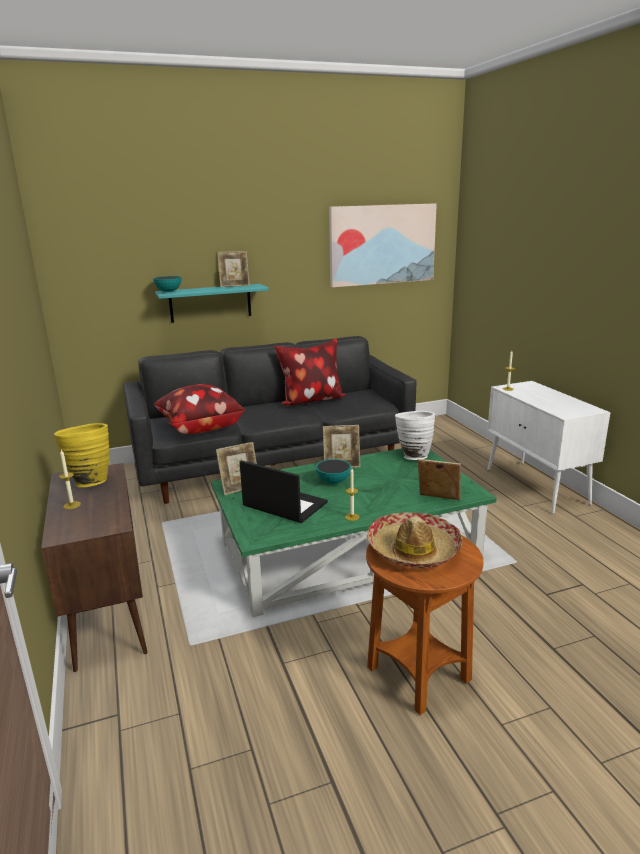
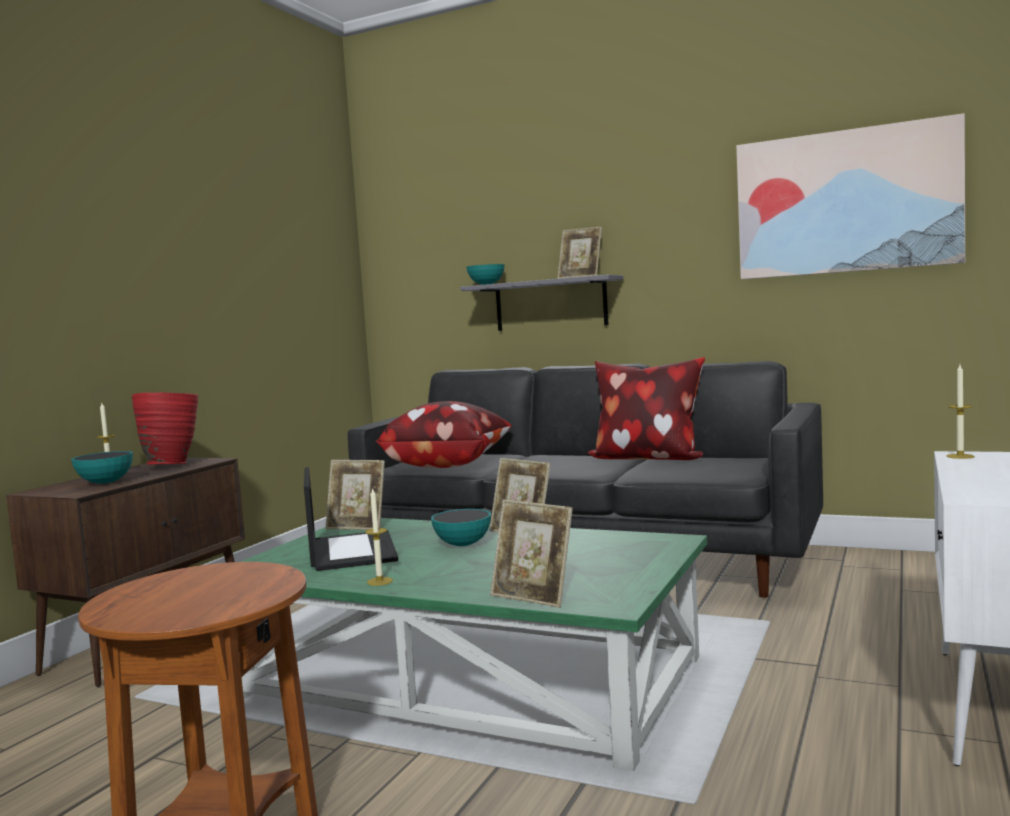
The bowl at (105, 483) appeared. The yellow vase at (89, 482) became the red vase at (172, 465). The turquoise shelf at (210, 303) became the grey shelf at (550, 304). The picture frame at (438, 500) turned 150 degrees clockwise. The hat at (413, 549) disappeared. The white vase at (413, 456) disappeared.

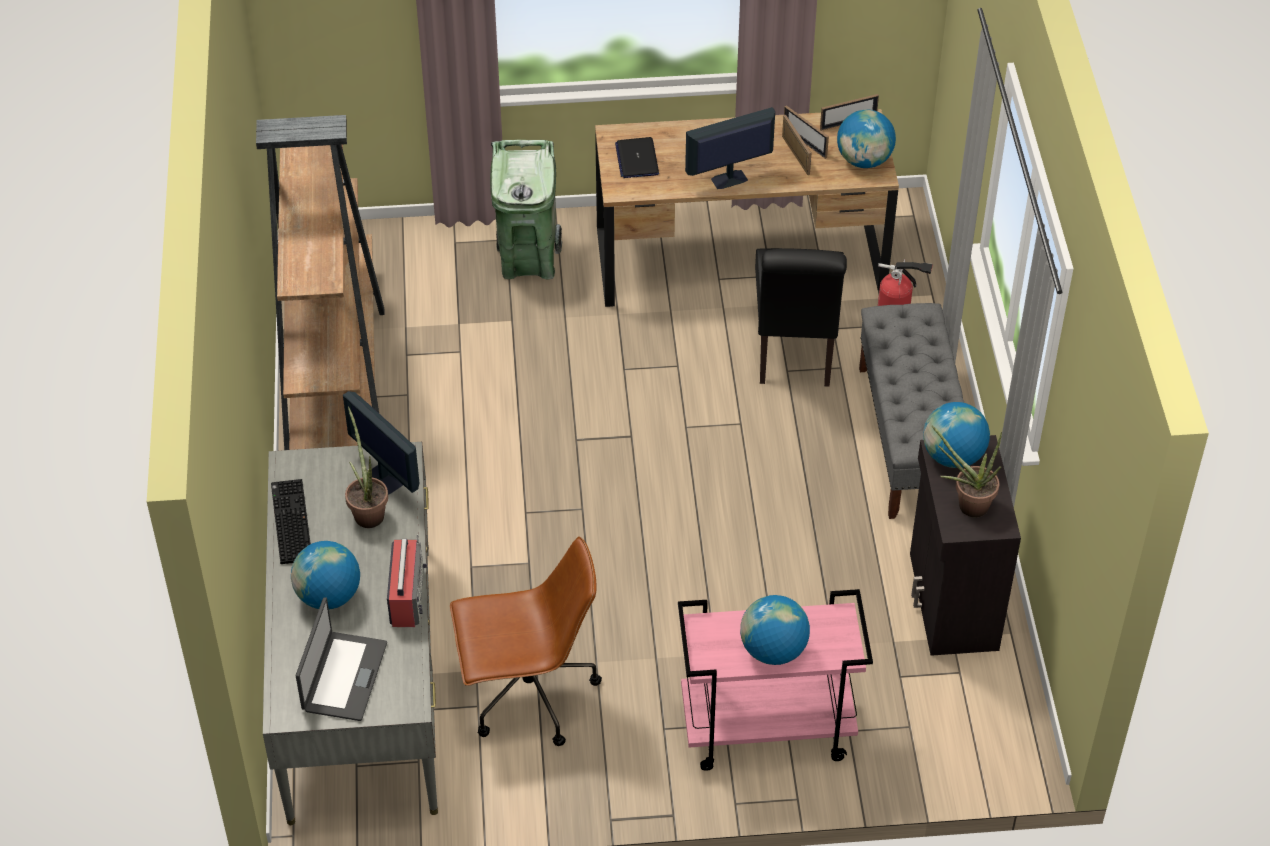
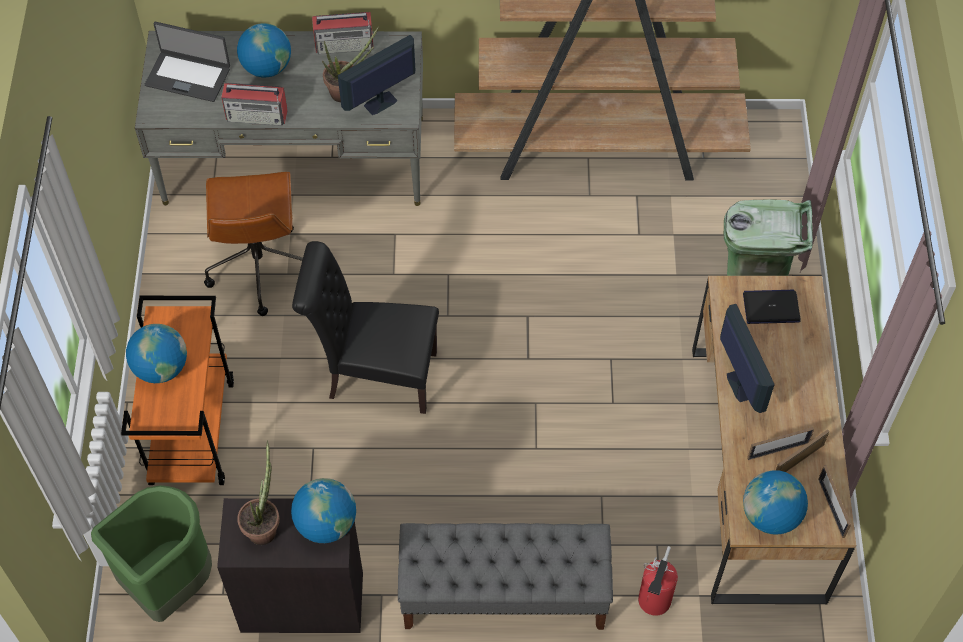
The green trash can at (170, 584) appeared. The pink cart at (765, 731) became the orange cart at (191, 431). The black chair moved from (794, 353) to (375, 375). The keyboard at (289, 522) was replaced by the radio at (345, 44).

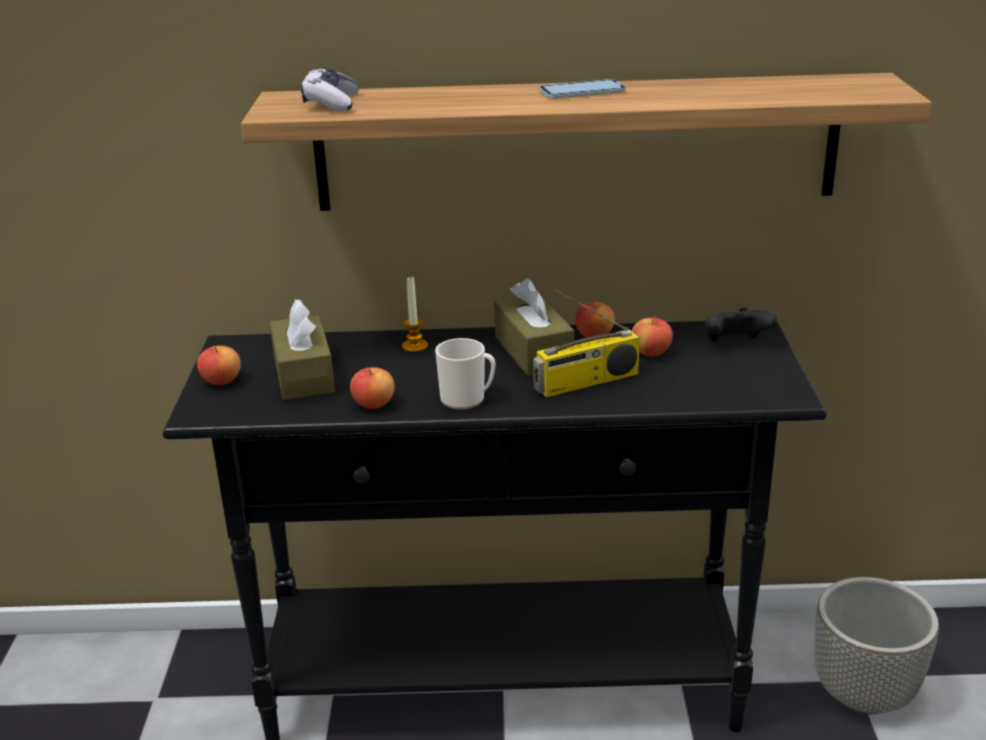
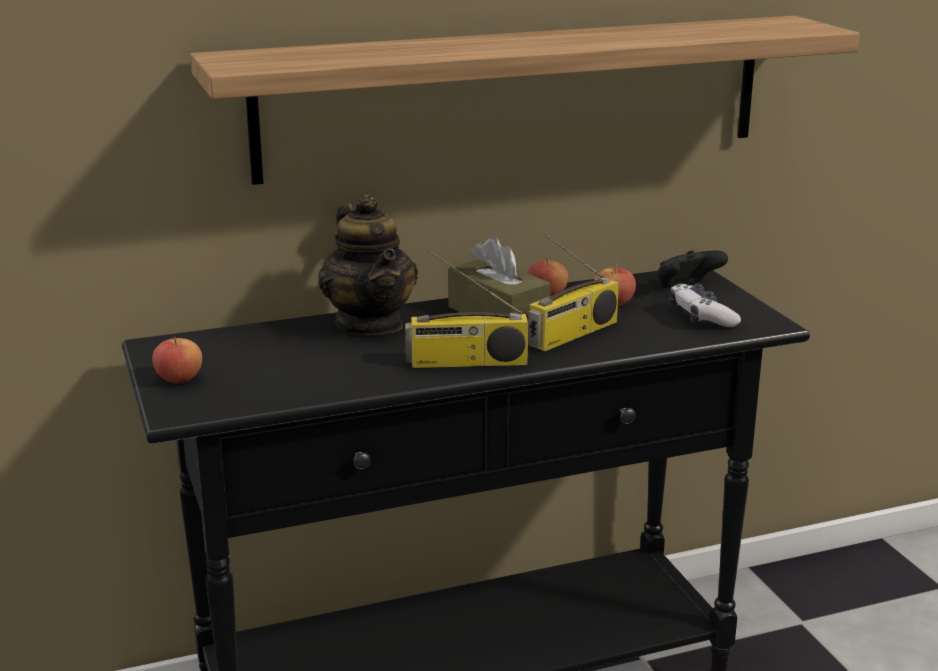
The candle at (415, 346) was replaced by the teapot at (370, 324). The mug at (467, 399) was replaced by the radio at (466, 362). The game controller moved from (331, 102) to (701, 317). The brown tissue box at (303, 374) disappeared. The apple at (373, 404) disappeared. The phone at (582, 91) disappeared. The planter at (864, 693) disappeared.

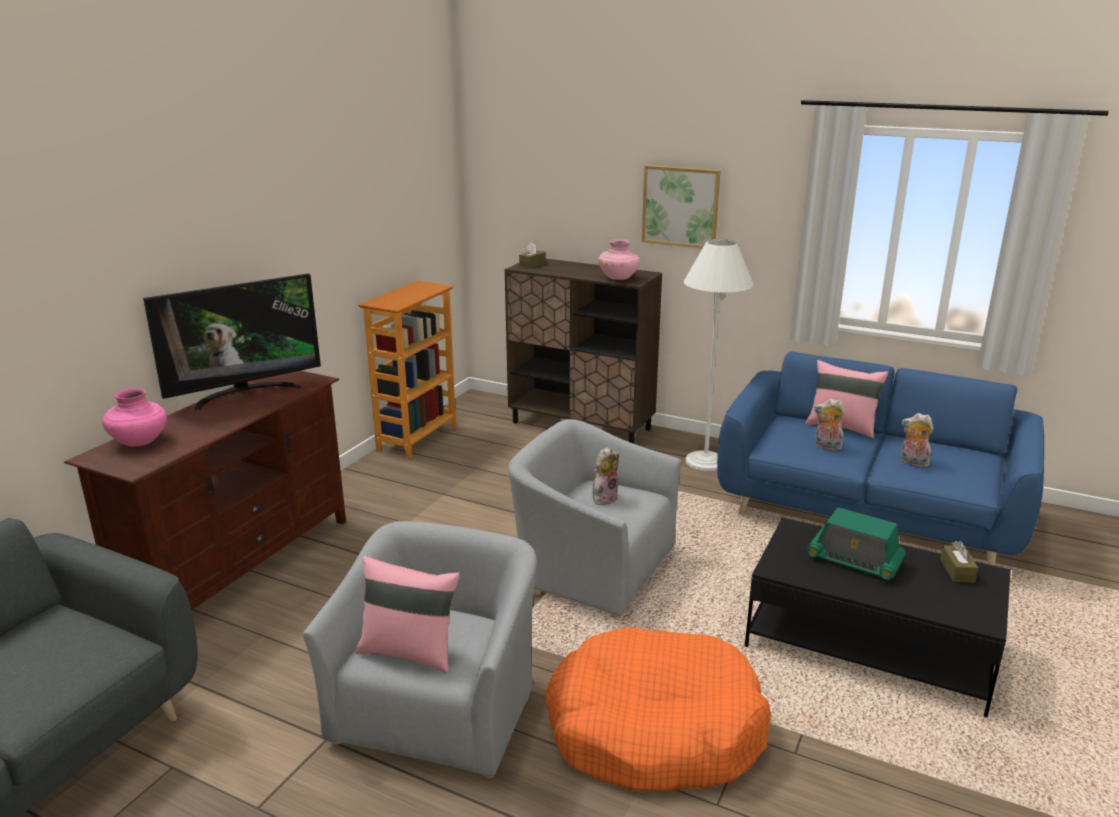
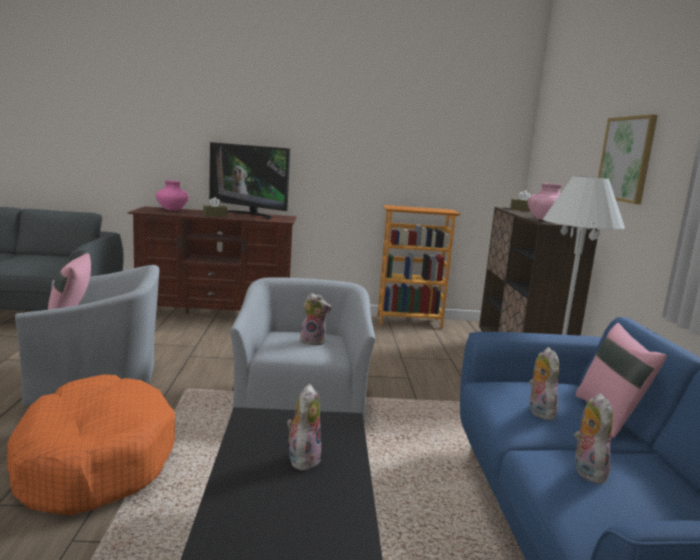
The brown tissue box moved from (957, 571) to (215, 215). The radio at (854, 560) was replaced by the plush toy at (302, 458).

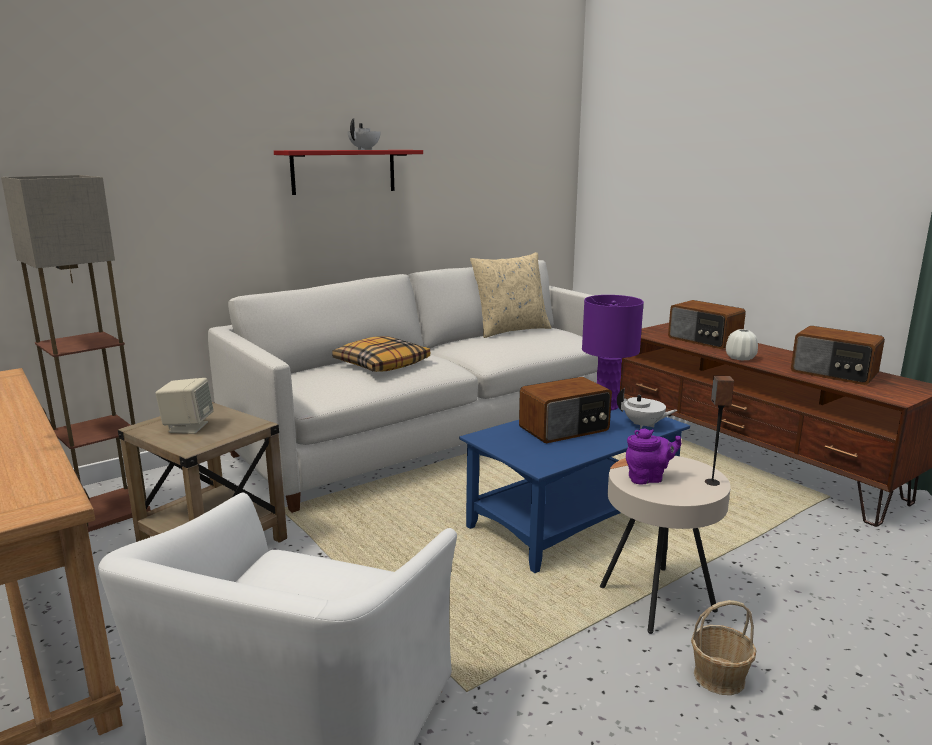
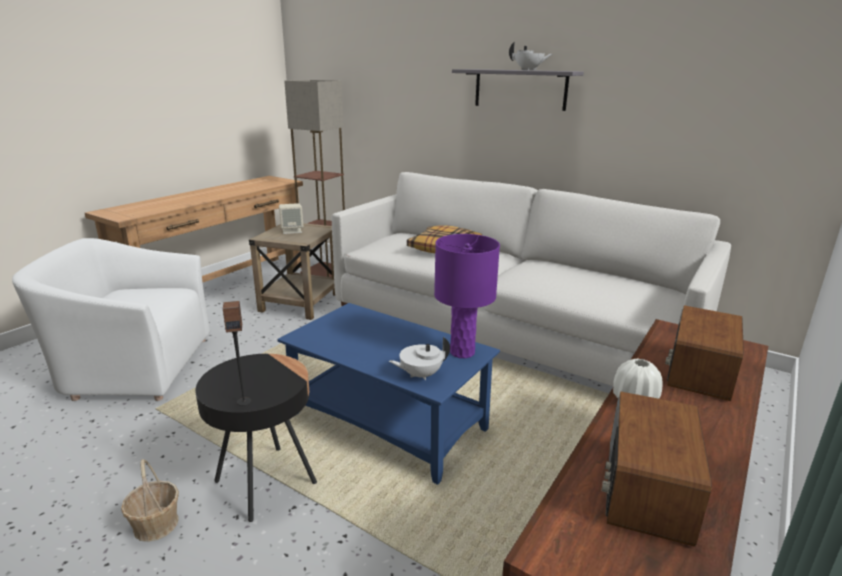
The beige side table at (657, 599) became the black side table at (266, 482). The white teapot at (643, 425) turned 60 degrees clockwise. The red shelf at (344, 171) became the grey shelf at (520, 89). The beige pillow at (510, 330) disappeared. The radio at (565, 429) disappeared. The purple teapot at (648, 478) disappeared.

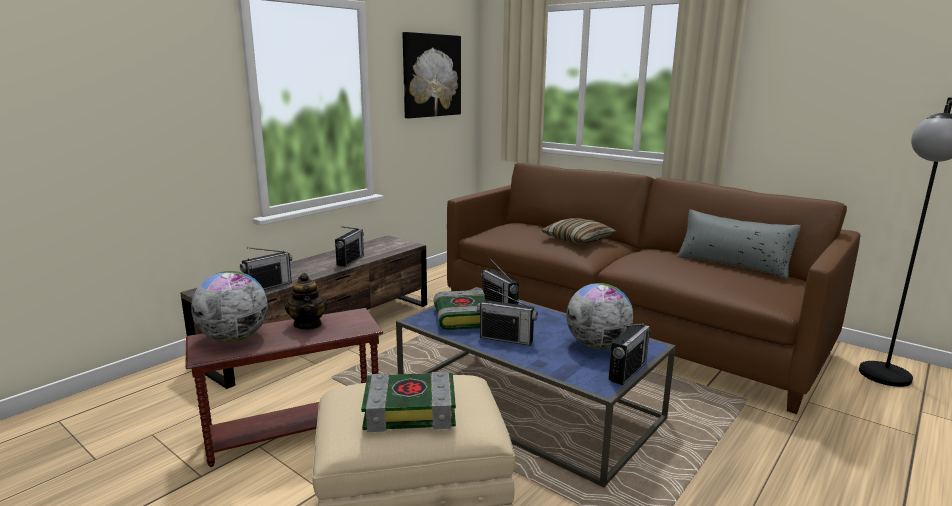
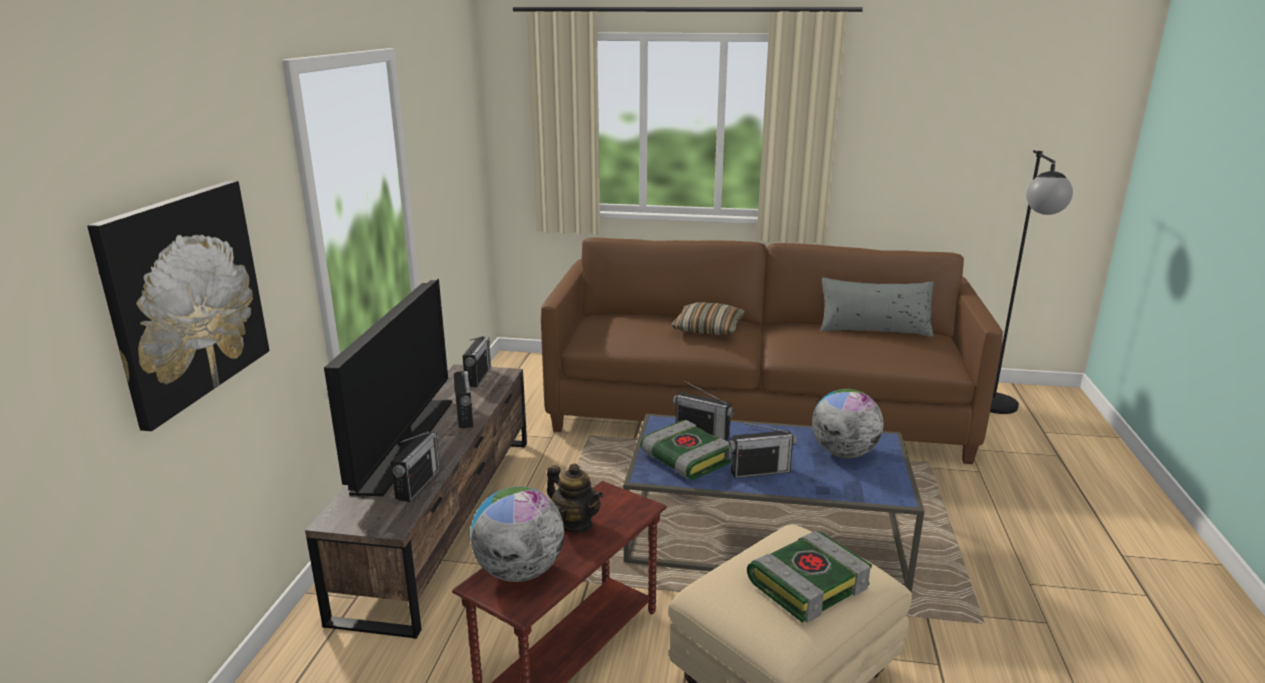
The picture moved from (431, 75) to (185, 297). The television at (404, 444) appeared. The radio moved from (627, 371) to (478, 377).

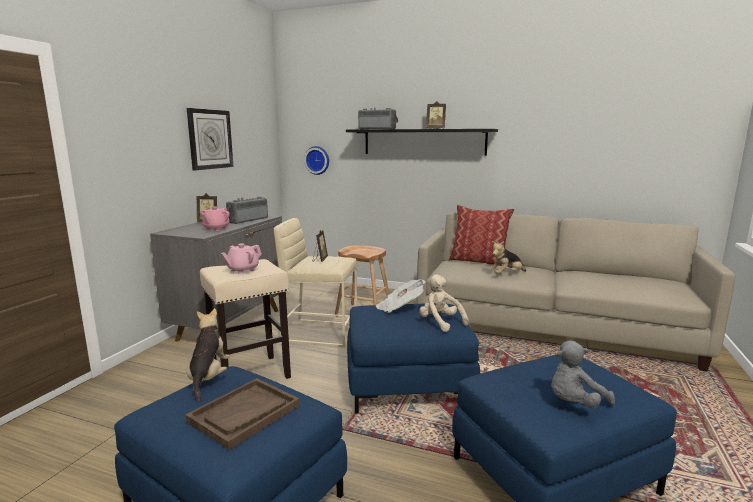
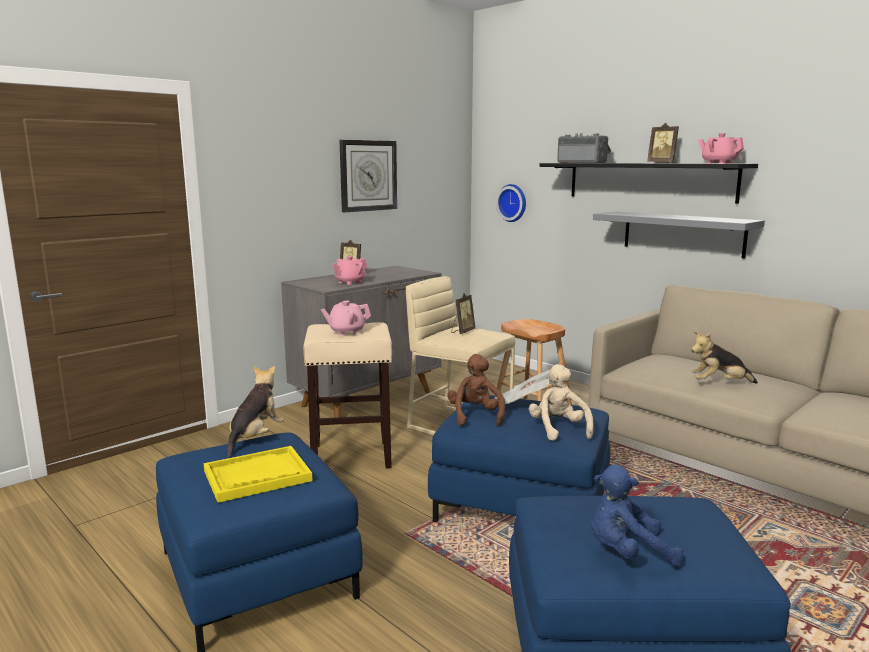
The brown tray at (244, 414) became the yellow tray at (257, 476). The brown plush toy at (475, 416) appeared. The grey plush toy at (574, 403) became the blue plush toy at (627, 553). The grey shelf at (682, 233) appeared. The pink teapot at (718, 163) appeared. The radio at (246, 220) disappeared. The pillow at (479, 261) disappeared.

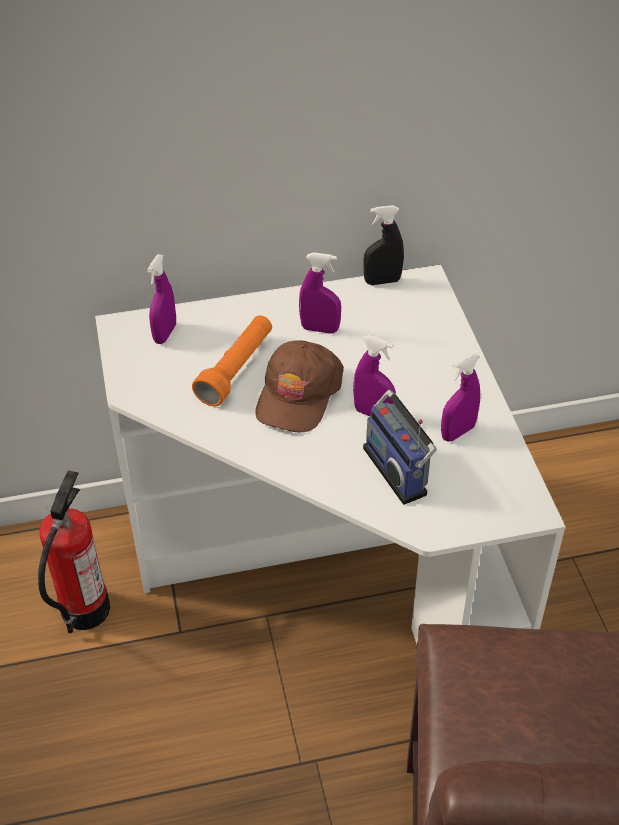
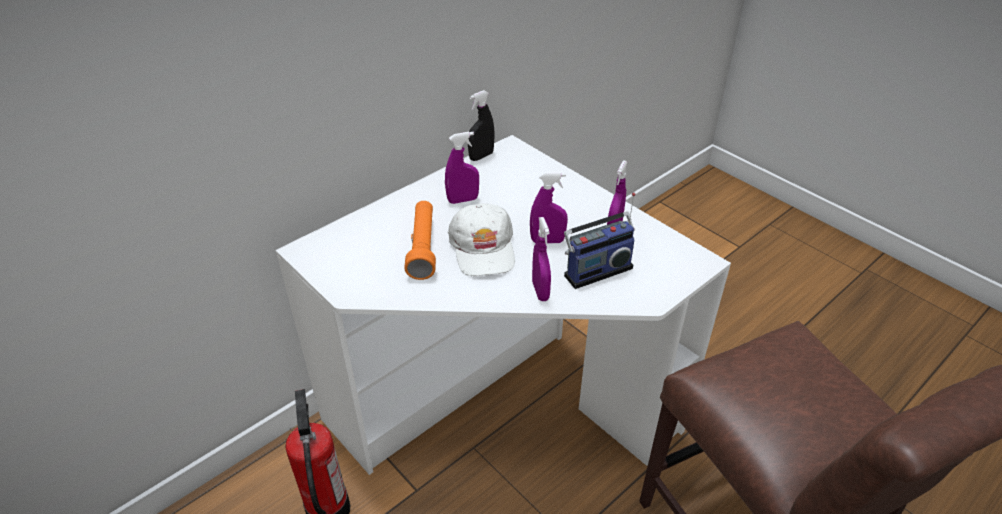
The brown cap at (298, 394) became the white cap at (483, 248). The purple spray bottle moved from (165, 334) to (540, 291). The radio at (399, 469) turned 60 degrees counterclockwise.

